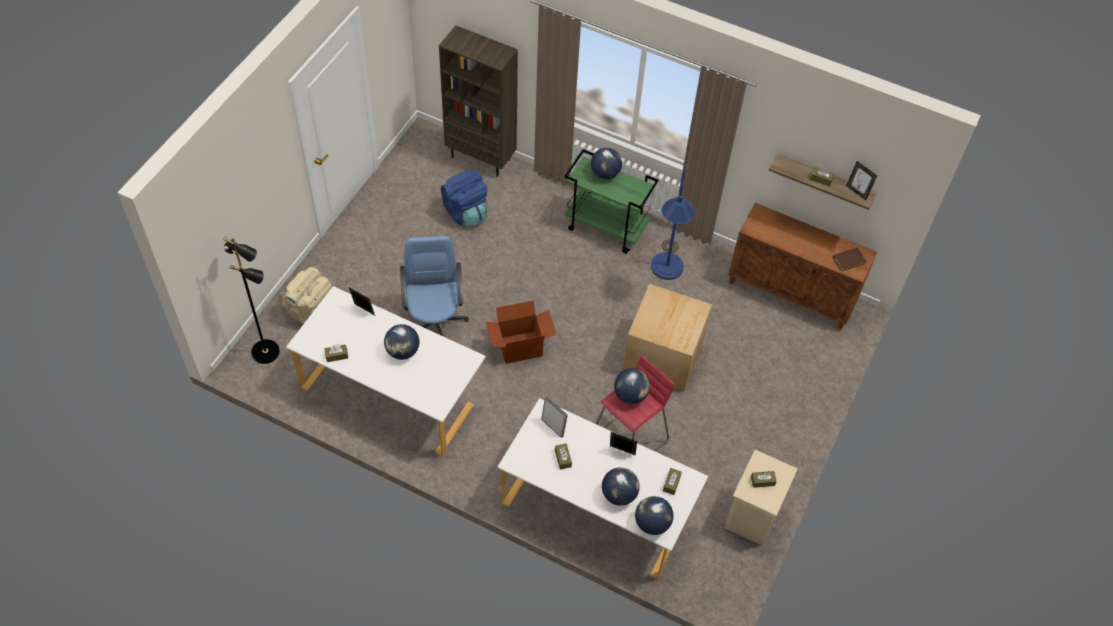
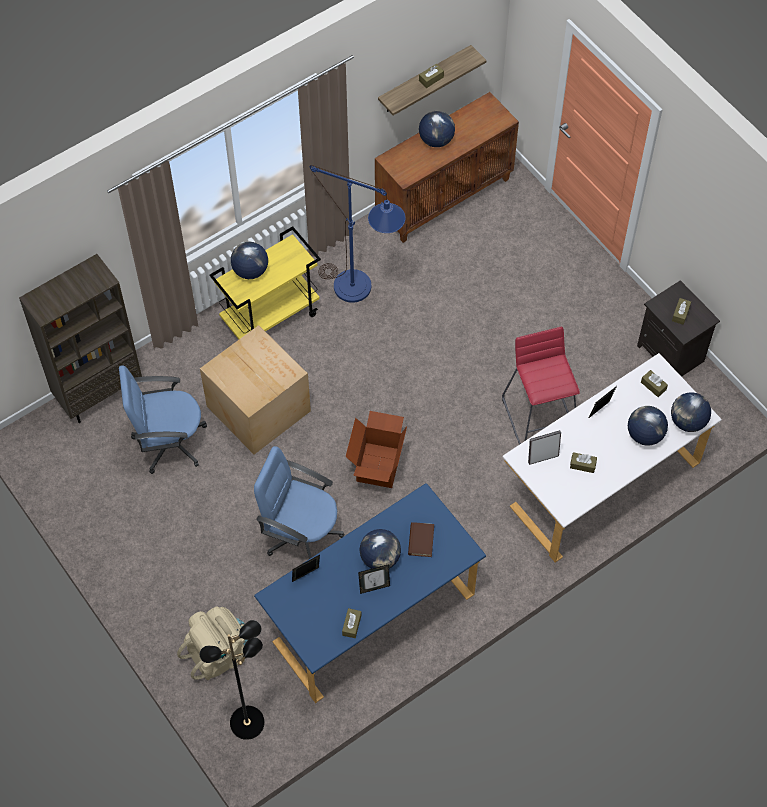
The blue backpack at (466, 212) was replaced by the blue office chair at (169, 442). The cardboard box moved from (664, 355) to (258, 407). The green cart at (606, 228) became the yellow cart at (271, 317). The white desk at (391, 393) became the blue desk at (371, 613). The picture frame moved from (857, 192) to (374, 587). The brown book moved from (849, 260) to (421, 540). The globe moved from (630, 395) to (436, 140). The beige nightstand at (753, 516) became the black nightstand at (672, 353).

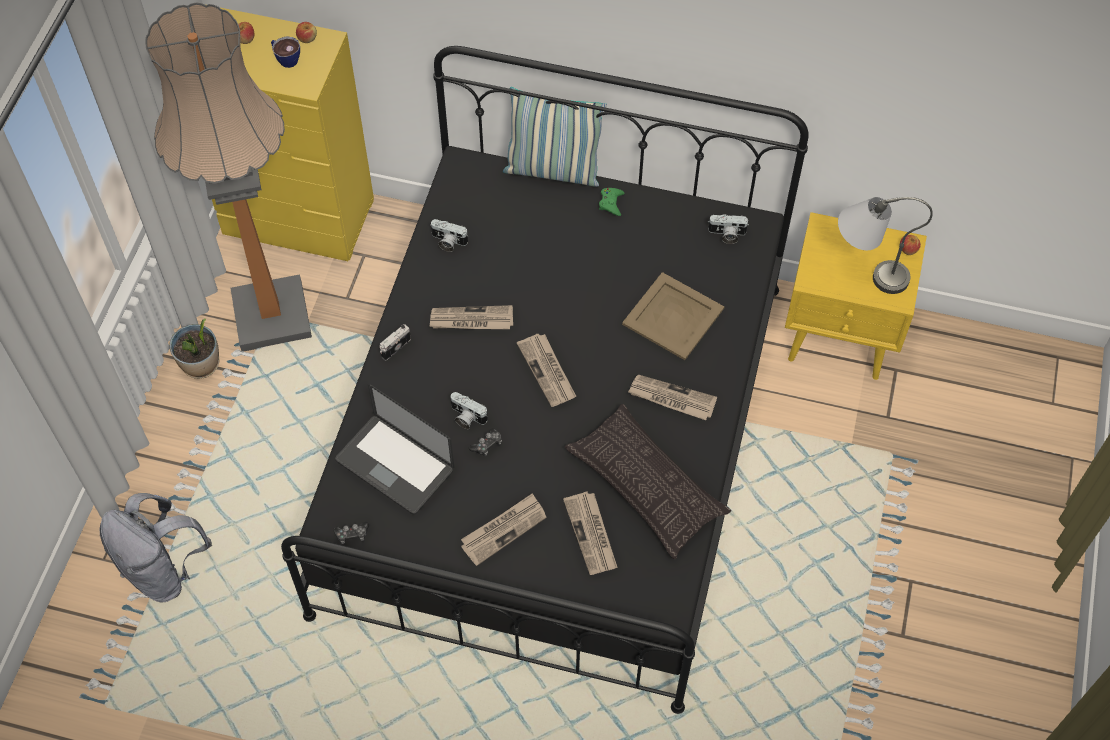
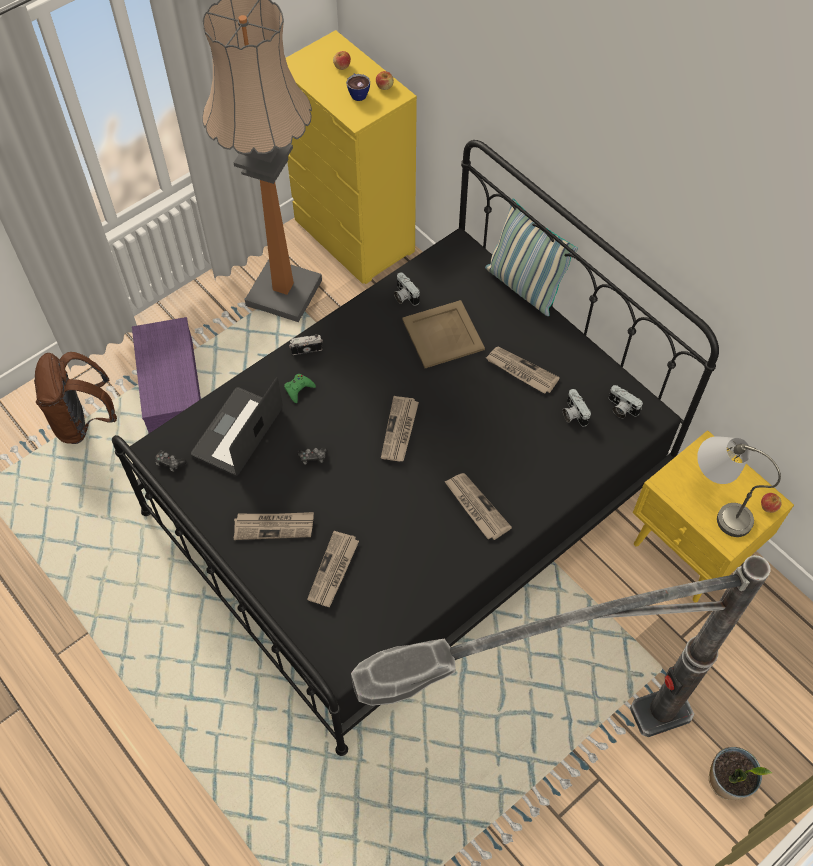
The grey backpack at (164, 570) became the brown backpack at (83, 421). The purple storage box at (170, 385) appeared. The laptop at (395, 465) turned 45 degrees clockwise. The green game controller moved from (611, 203) to (298, 389). The floor lamp at (532, 757) appeared. The beige tray moved from (673, 317) to (442, 335). The newspaper moved from (471, 320) to (521, 371). The photo camera moved from (466, 417) to (573, 414). The potted plant moved from (201, 365) to (727, 782). The pillow at (646, 485) disappeared.

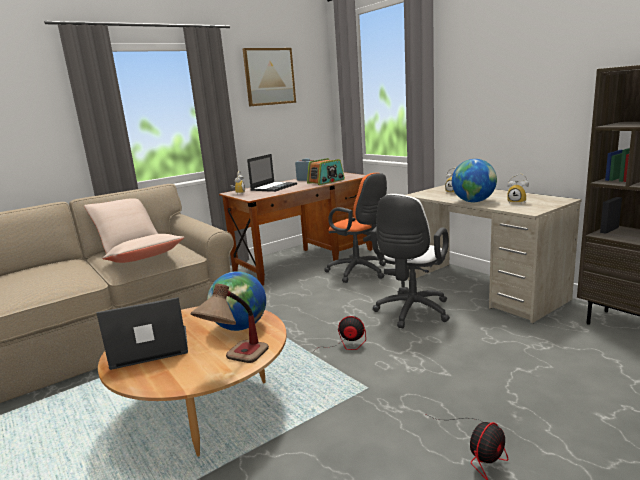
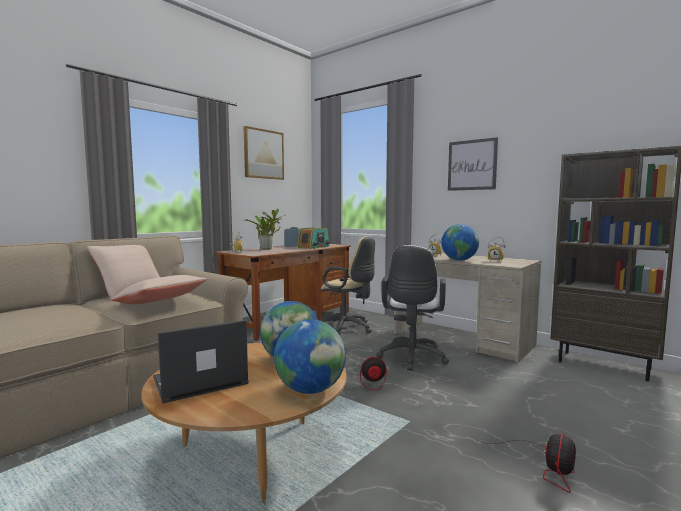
The laptop at (274, 187) was replaced by the potted plant at (267, 249). The table lamp at (236, 363) was replaced by the globe at (310, 390). The orange office chair at (360, 272) became the beige office chair at (347, 329). The picture at (472, 165) appeared.

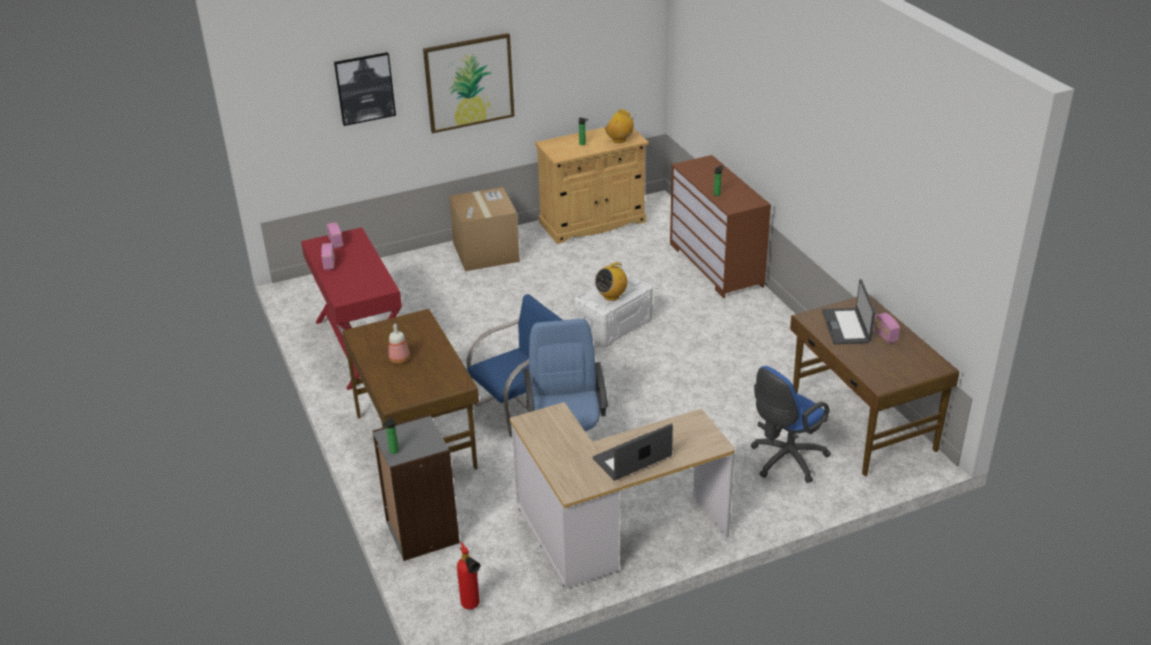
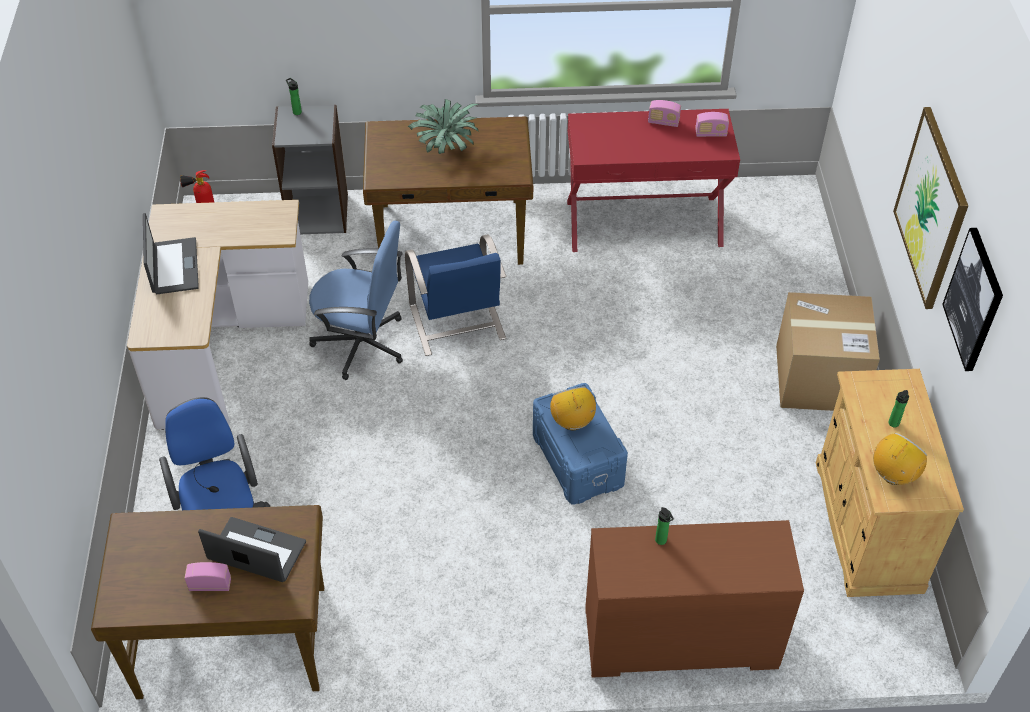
The bottle at (400, 359) was replaced by the potted plant at (447, 146). The white storage box at (614, 326) became the blue storage box at (576, 460). The picture moved from (365, 88) to (974, 300).

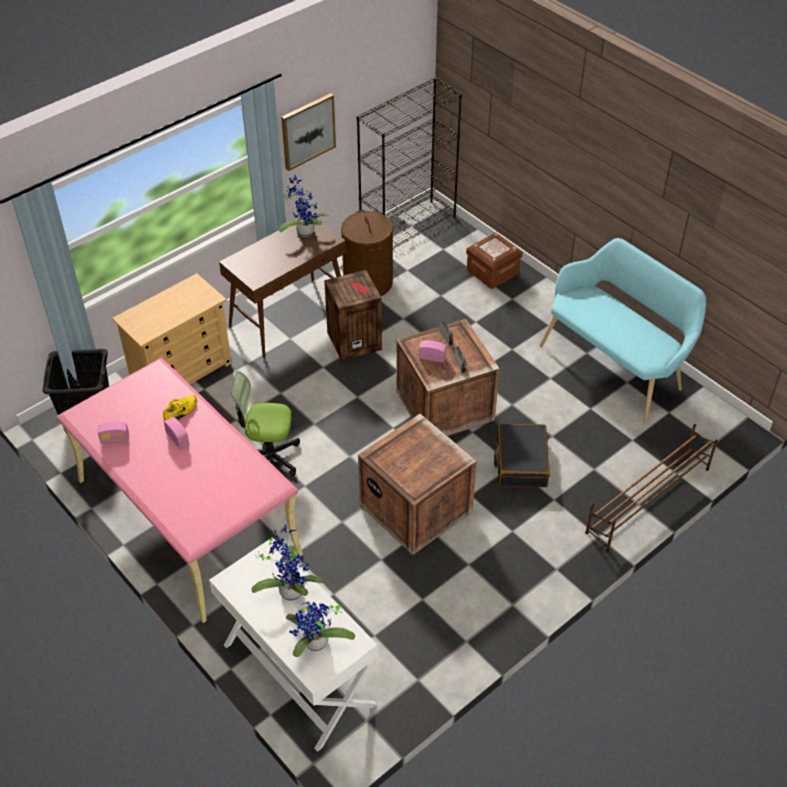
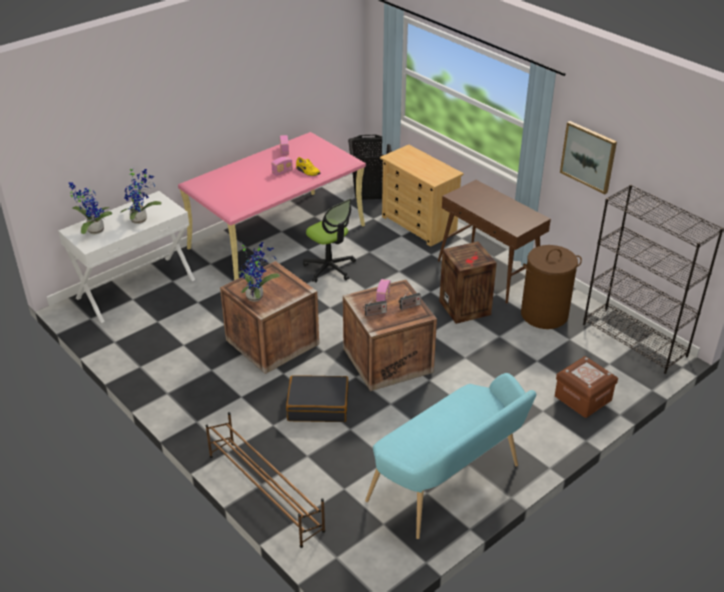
The potted plant moved from (304, 231) to (256, 296). The office chair at (268, 458) turned 135 degrees clockwise.

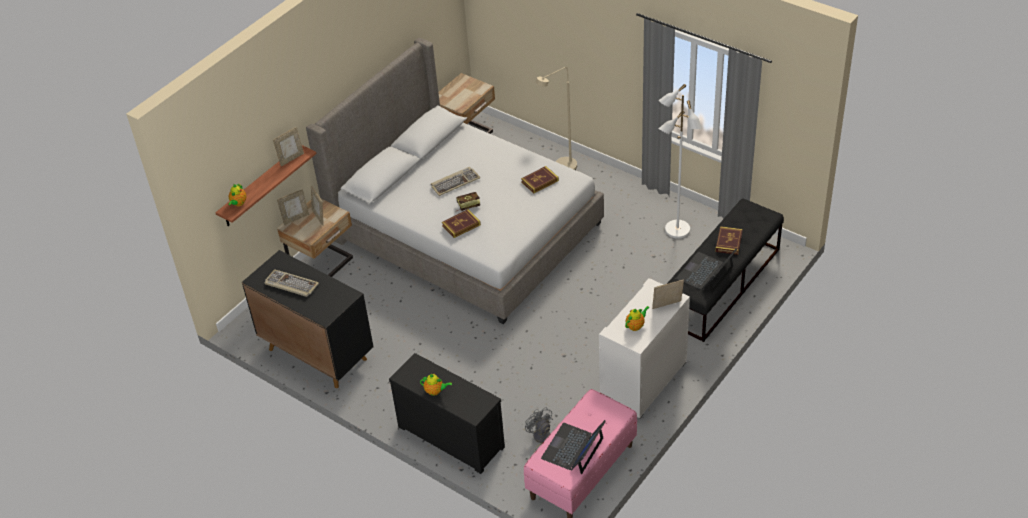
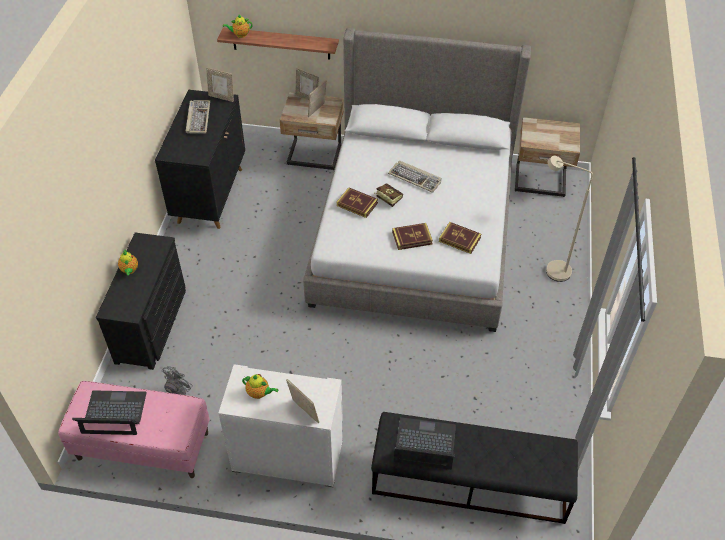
The picture frame moved from (291, 159) to (222, 97). The book moved from (728, 242) to (412, 238). The white floor lamp at (677, 230) disappeared.

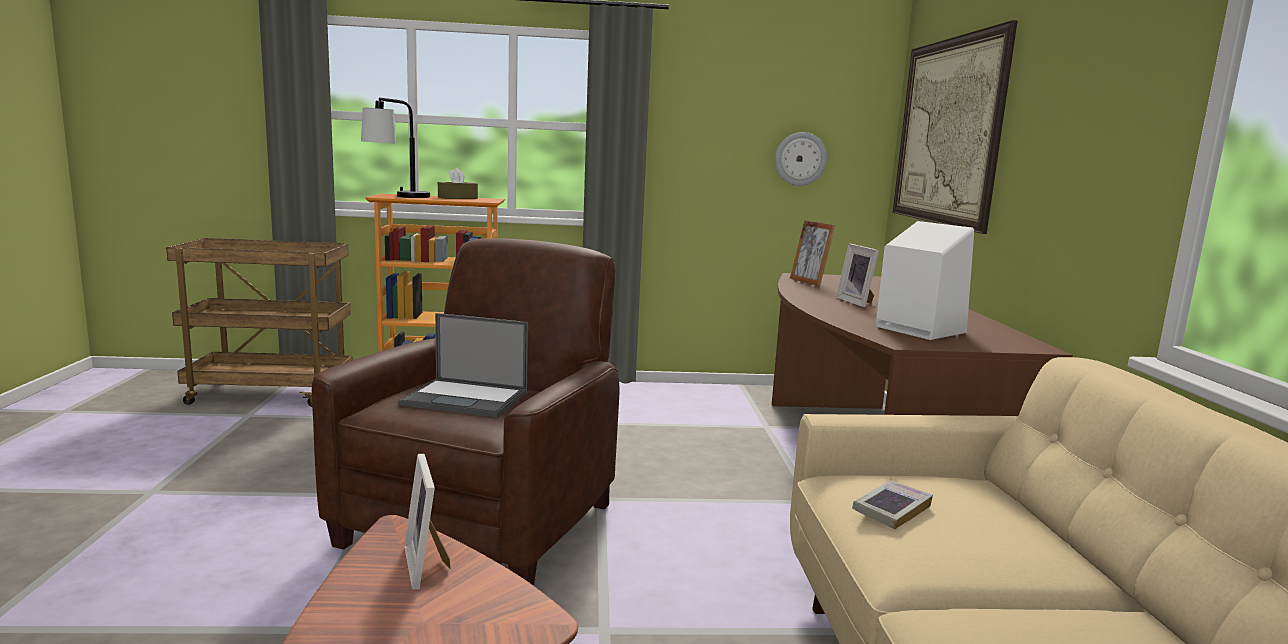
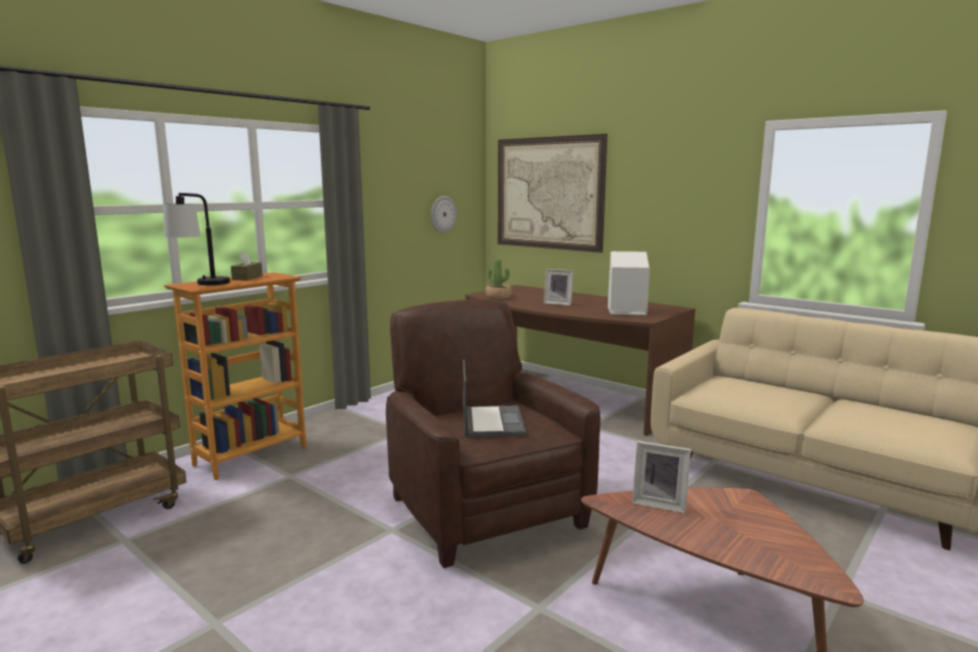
The laptop at (467, 398) turned 60 degrees counterclockwise. The picture frame at (809, 282) was replaced by the potted plant at (498, 297). The book at (891, 509) disappeared.

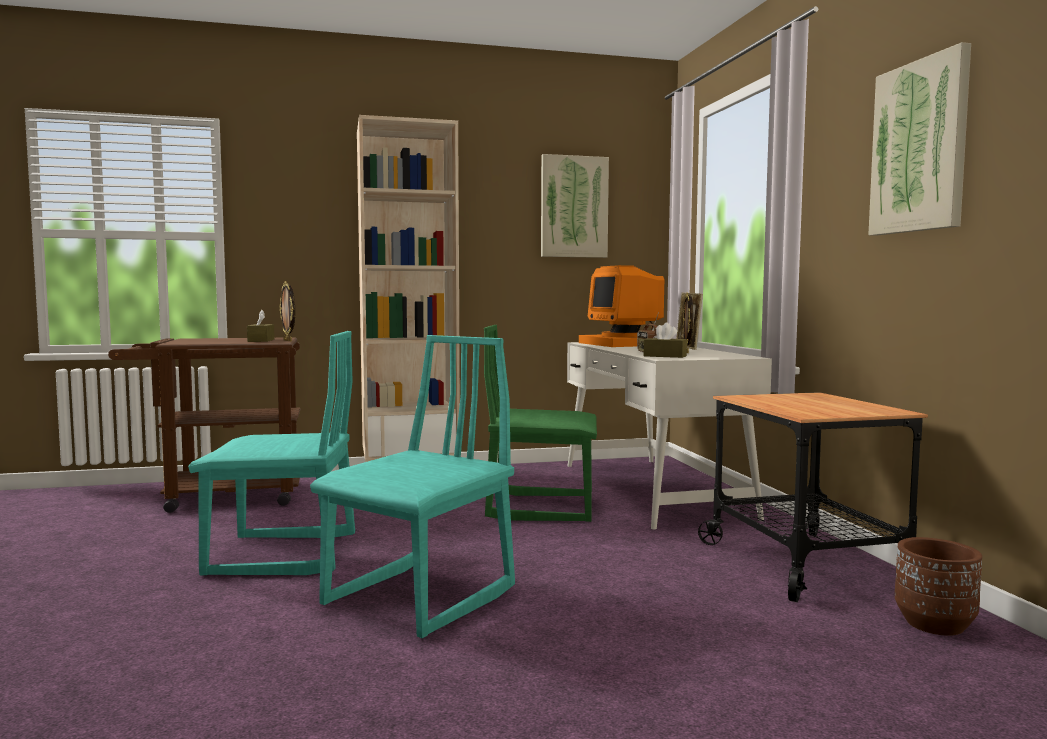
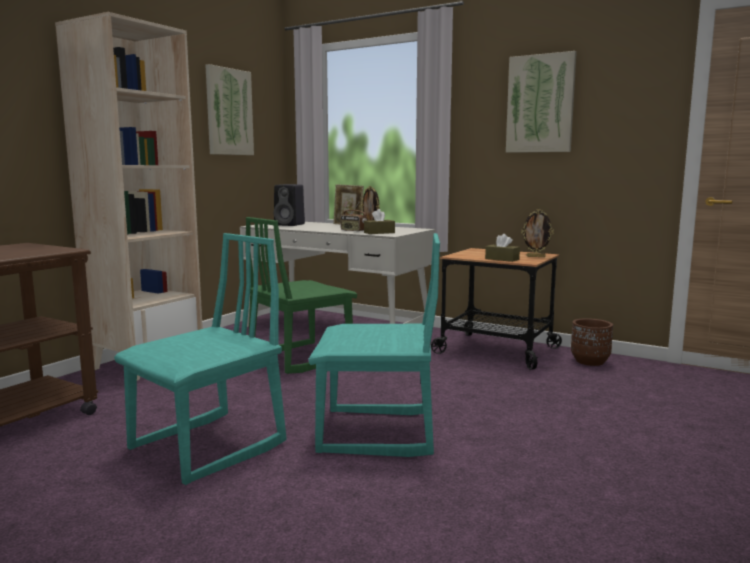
The monitor at (625, 344) was replaced by the black speaker at (290, 224). The turquoise chair at (421, 597) turned 105 degrees clockwise. The brown tissue box moved from (261, 340) to (502, 259). The picture frame moved from (288, 340) to (536, 256).

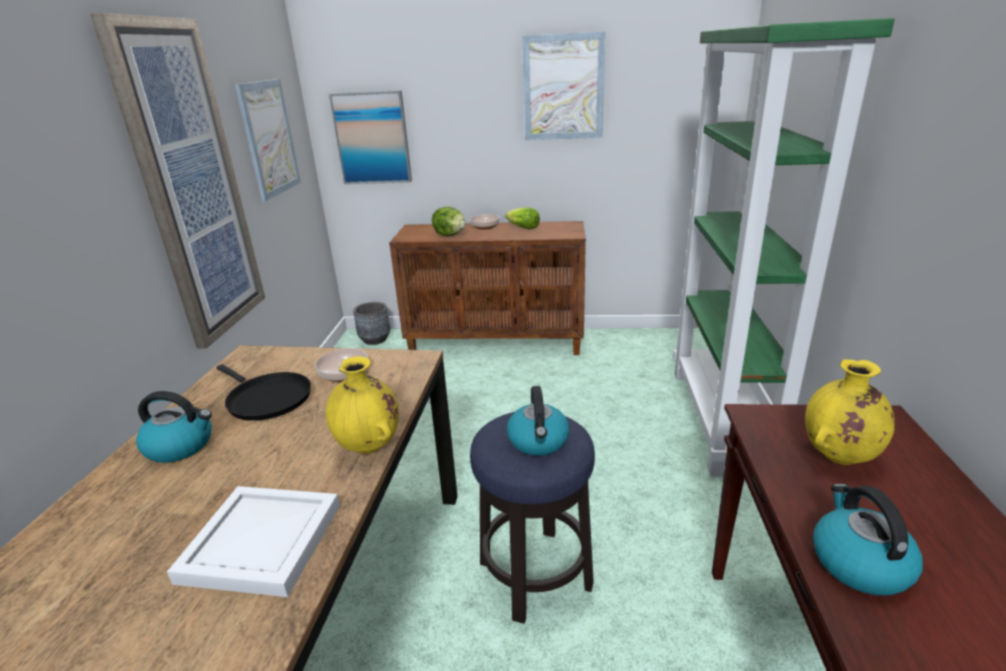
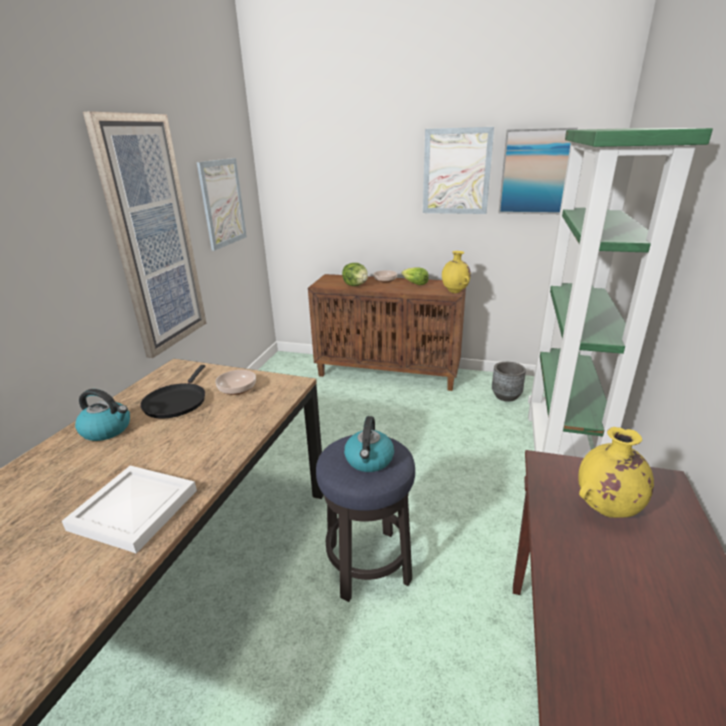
The black frying pan at (266, 399) turned 45 degrees clockwise. The yellow vase moved from (369, 447) to (455, 292). The grey planter moved from (375, 339) to (506, 396). The picture moved from (372, 138) to (535, 172). The kettle at (858, 563) disappeared.

